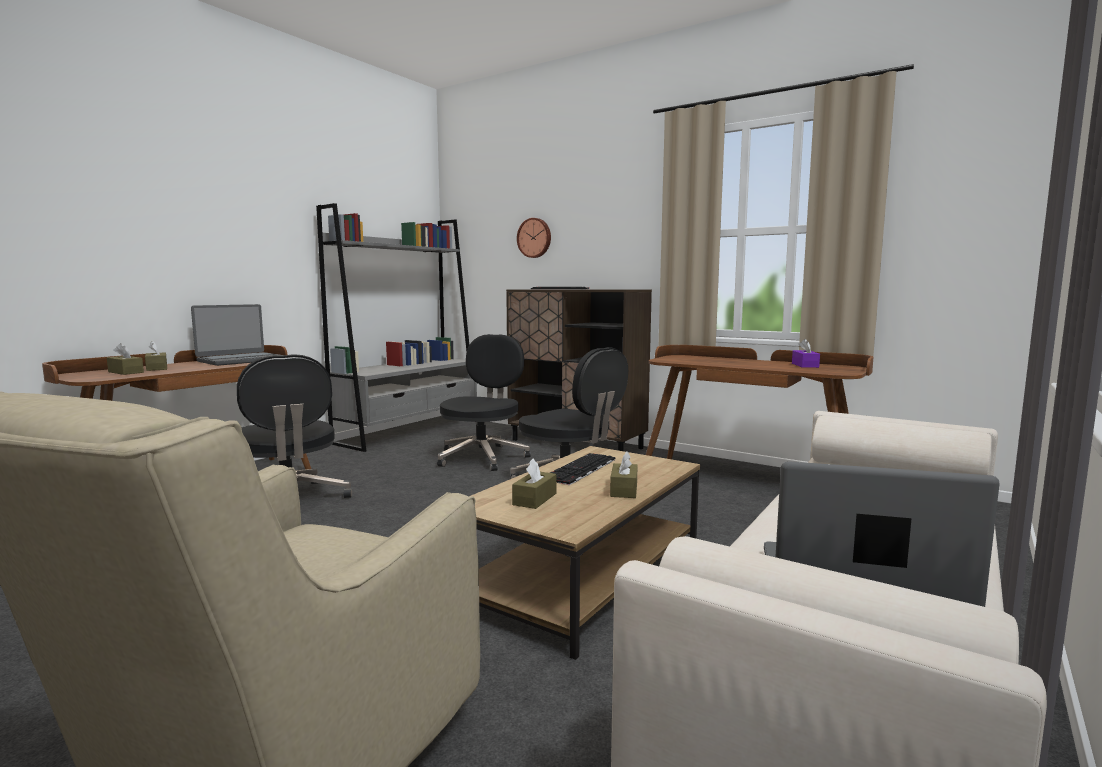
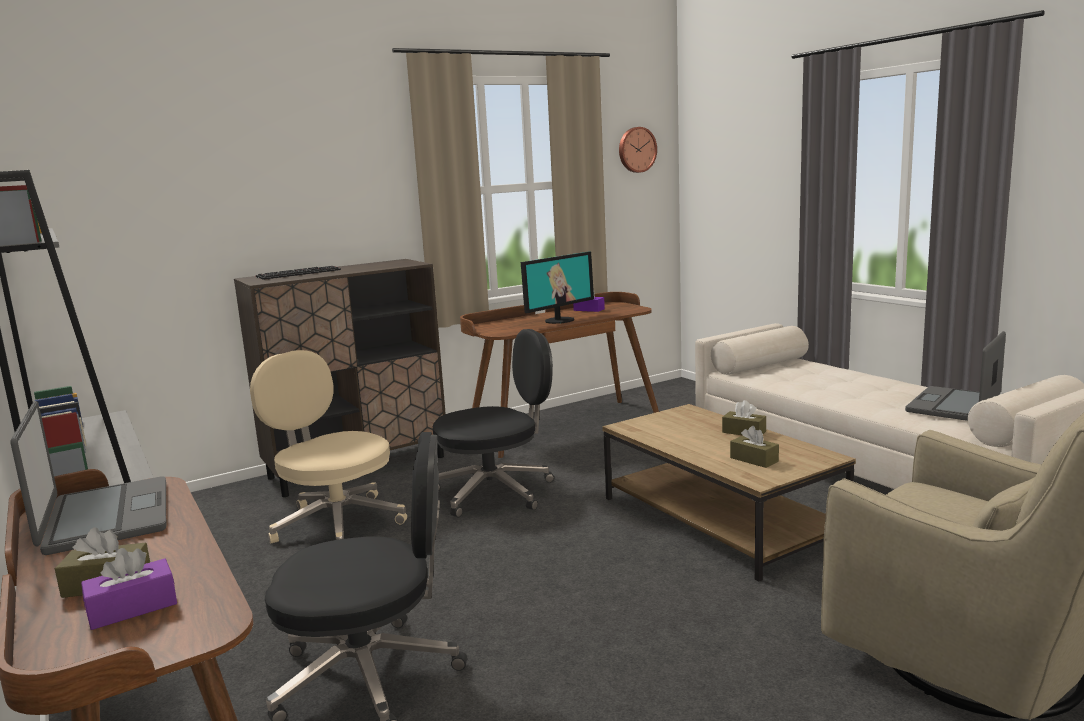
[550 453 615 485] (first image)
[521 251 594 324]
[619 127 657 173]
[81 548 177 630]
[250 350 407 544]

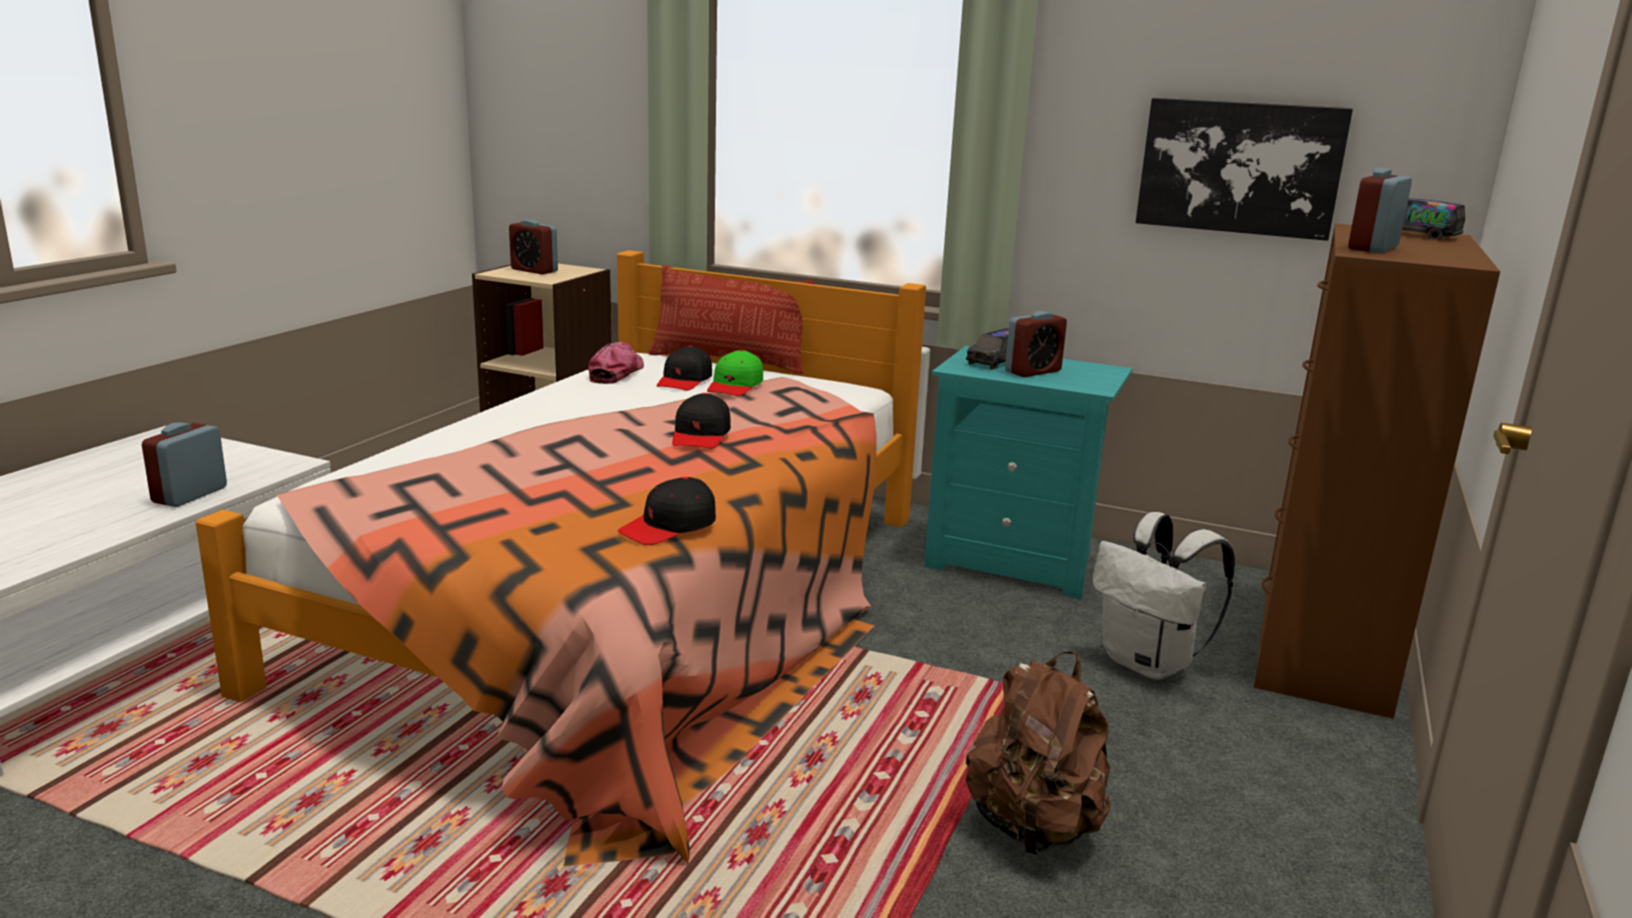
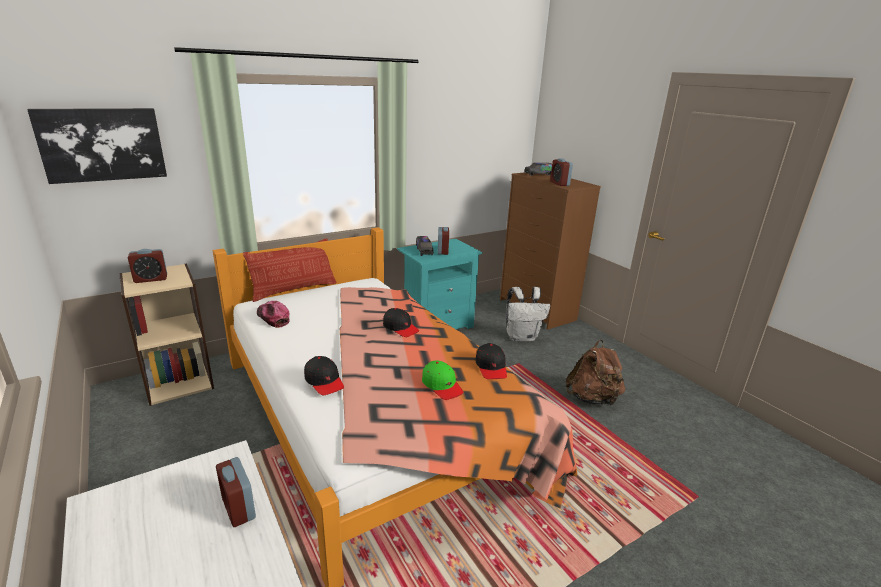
[304 356 344 395]
[422 360 463 400]
[27 108 167 184]

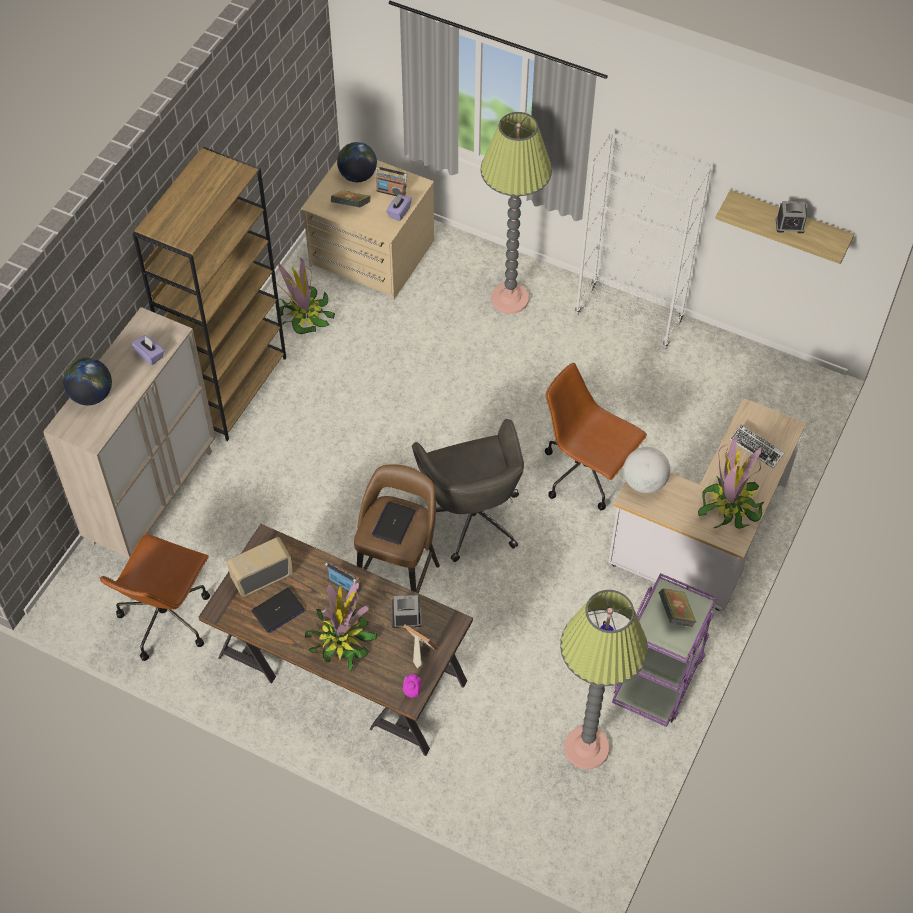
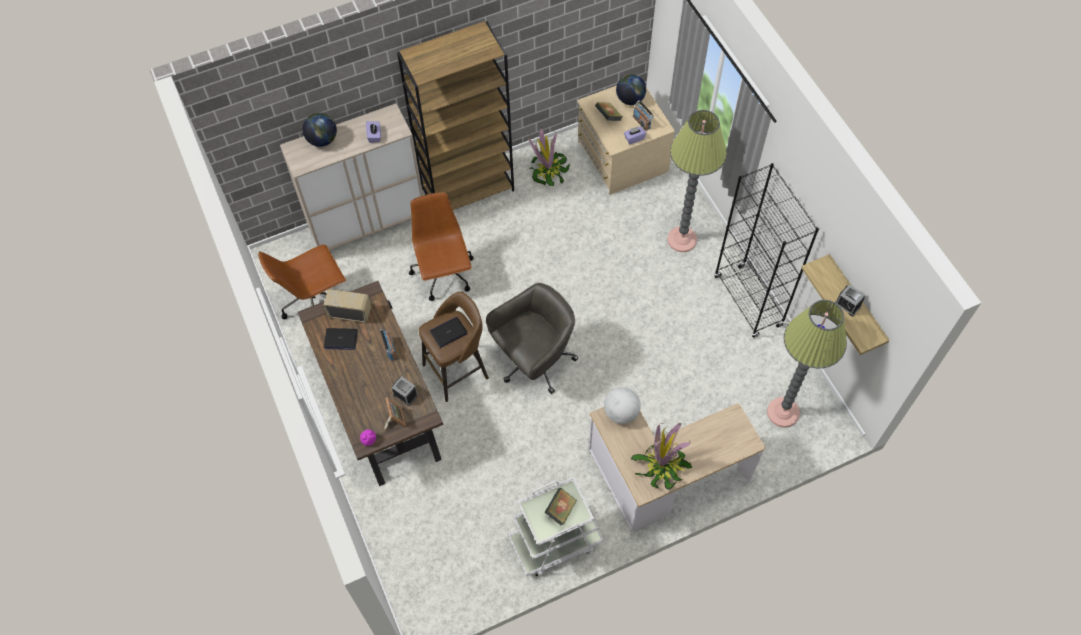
[305 581 378 672] (first image)
[730 425 785 468] (first image)
[409 192 473 301]
[767 300 847 428]
[714 163 819 338]
[508 477 603 576]
[486 283 578 394]

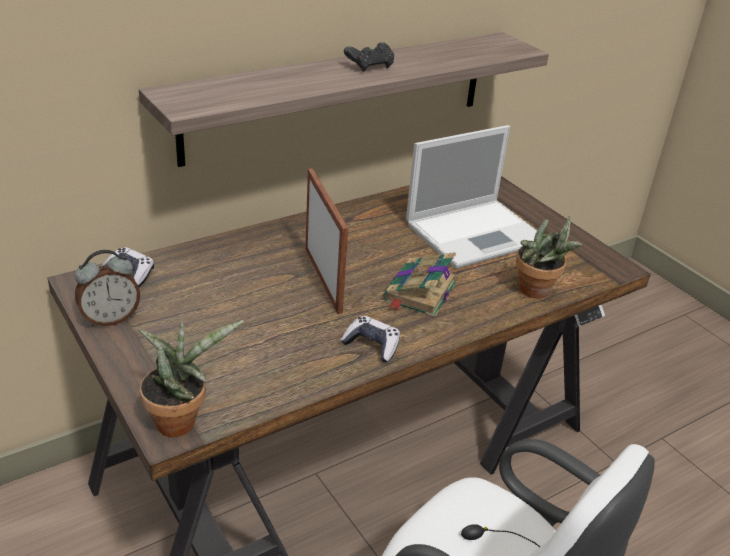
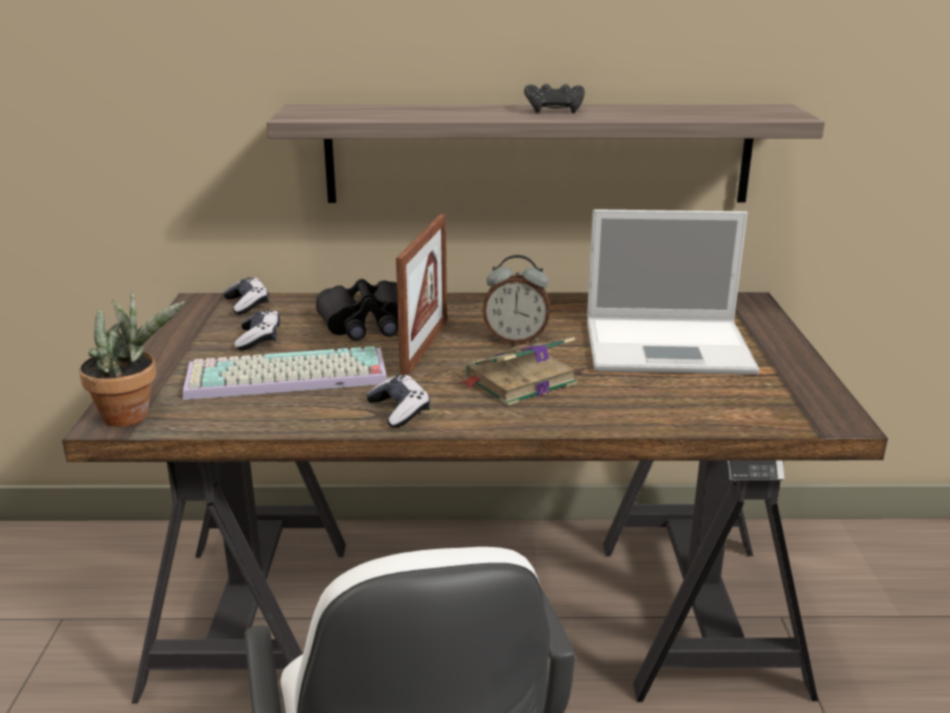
[516 216 582 298] (first image)
[183 346 387 400]
[234 309 280 350]
[316 279 398 341]
[483 255 550 344]

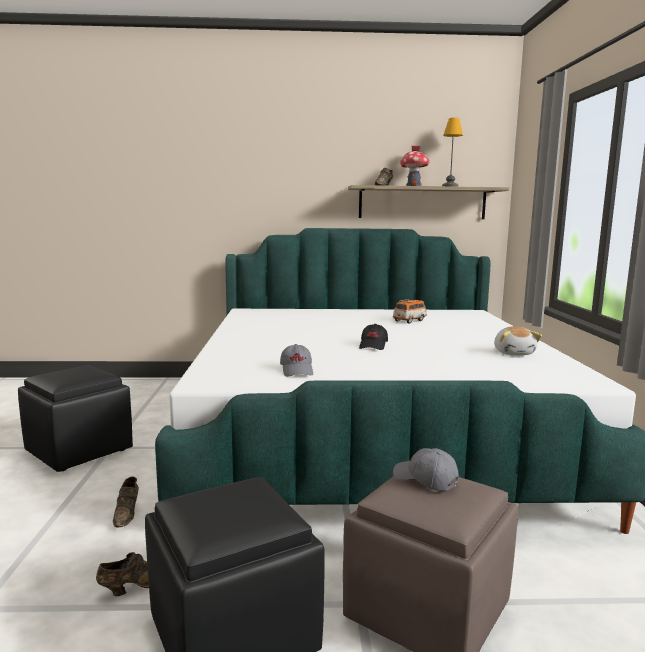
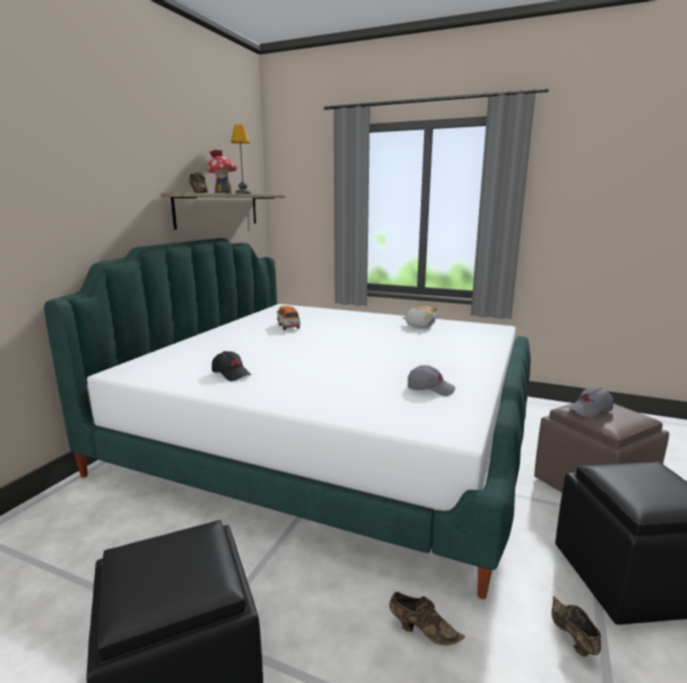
[212 351 251 381]

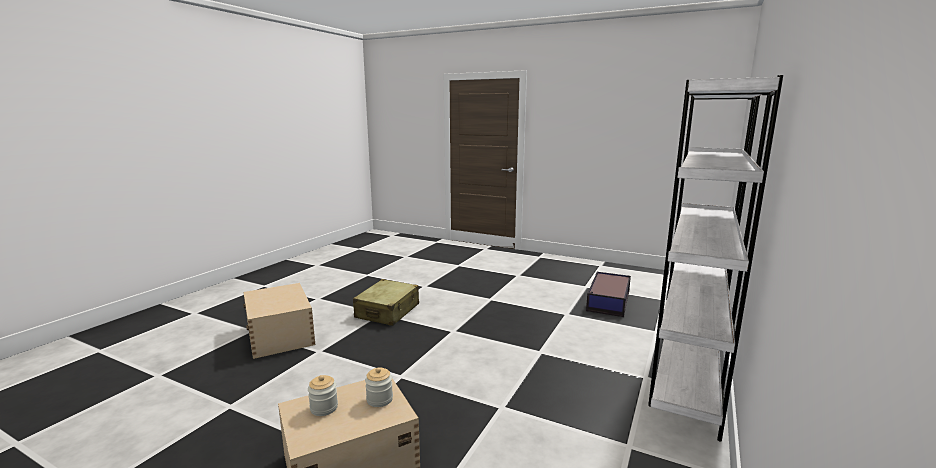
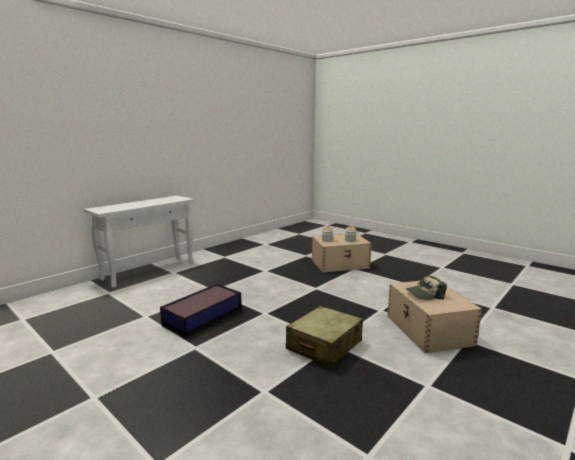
[406 276 447 300]
[160 284 242 338]
[84 196 195 288]

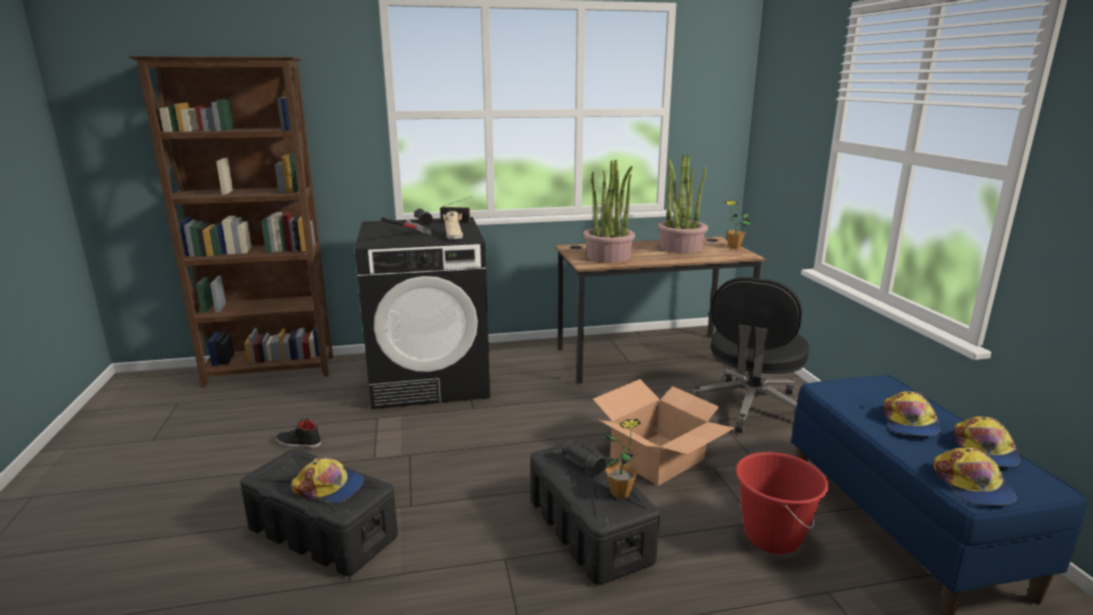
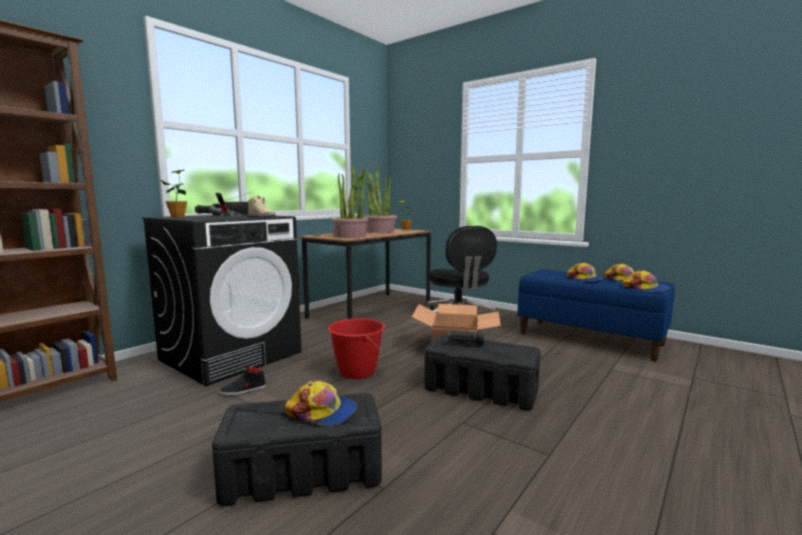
[219 366 266 396]
[160 170 187 217]
[328 318 385 379]
[285 380 357 427]

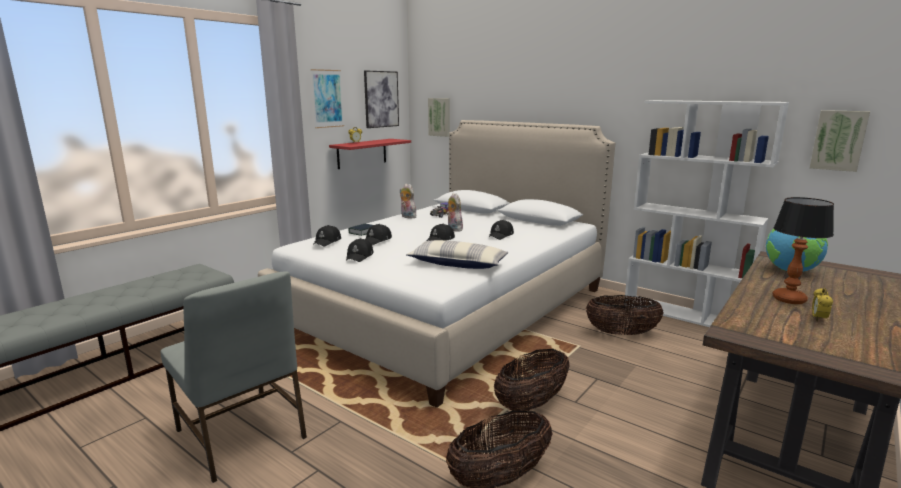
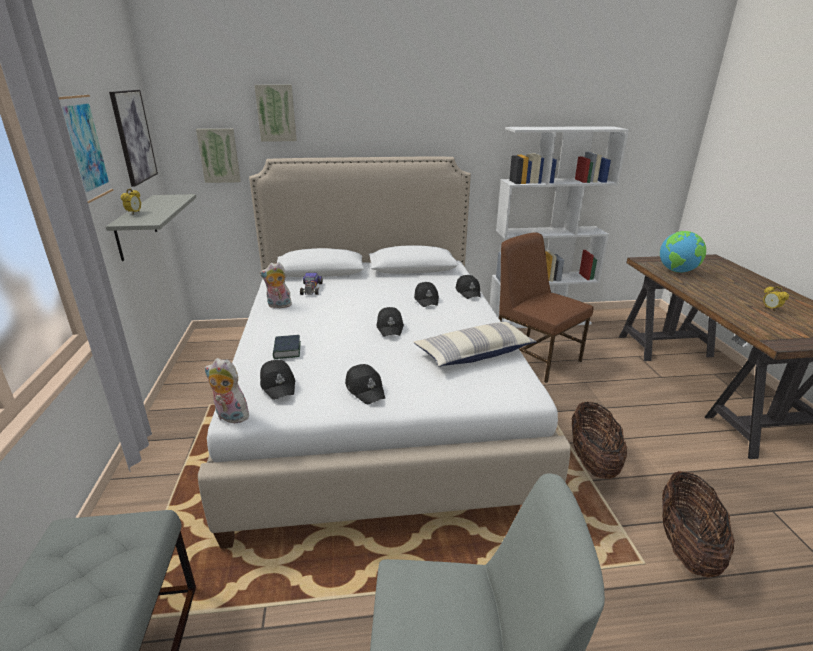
[772 197 834 304] (first image)
[456 275 481 299]
[205 358 252 423]
[255 85 297 142]
[499 232 594 383]
[106 194 196 261]

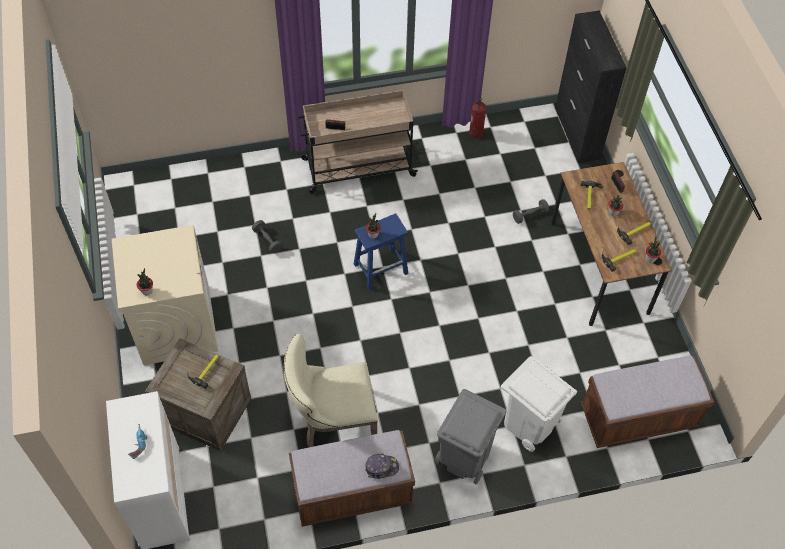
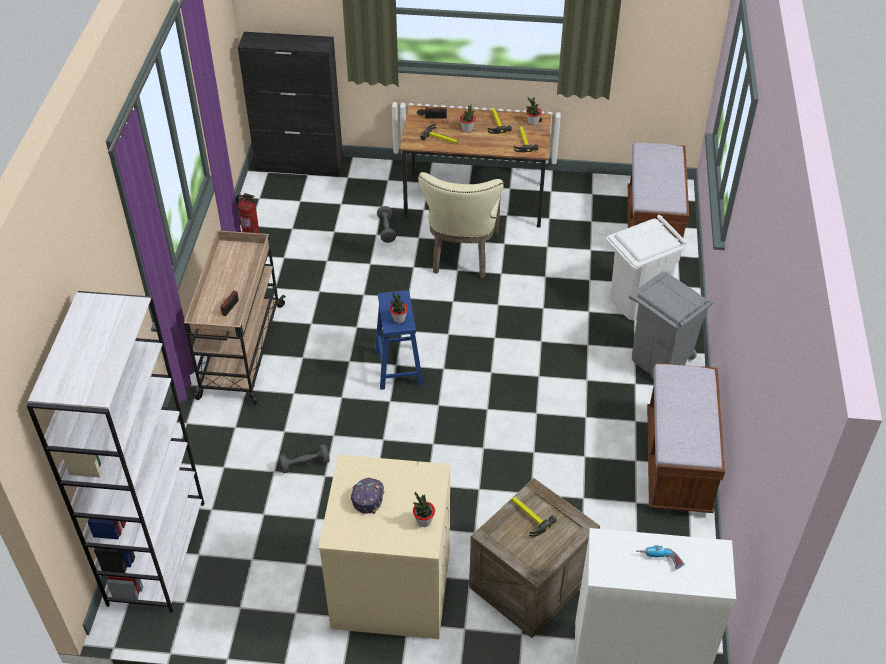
[27 291 204 613]
[418 172 504 278]
[351 478 384 514]

